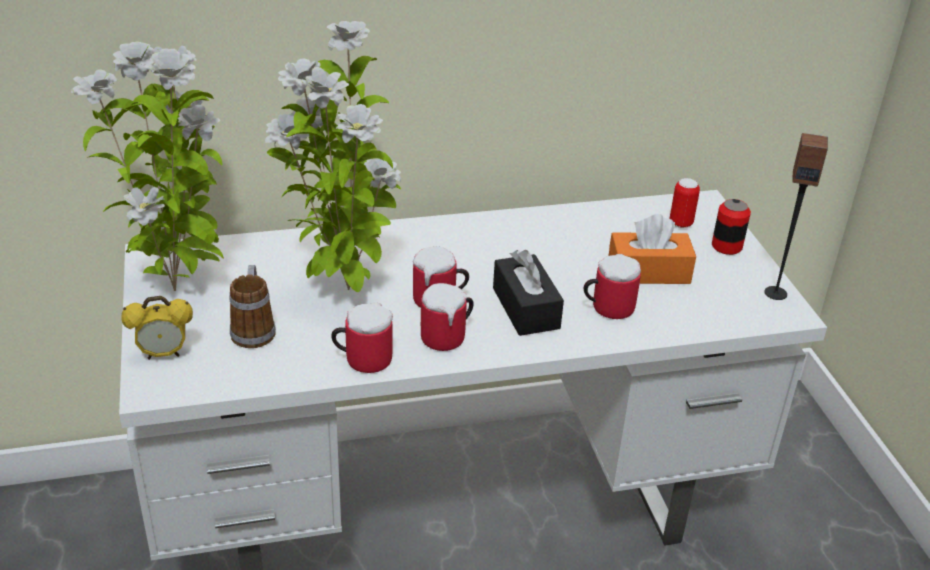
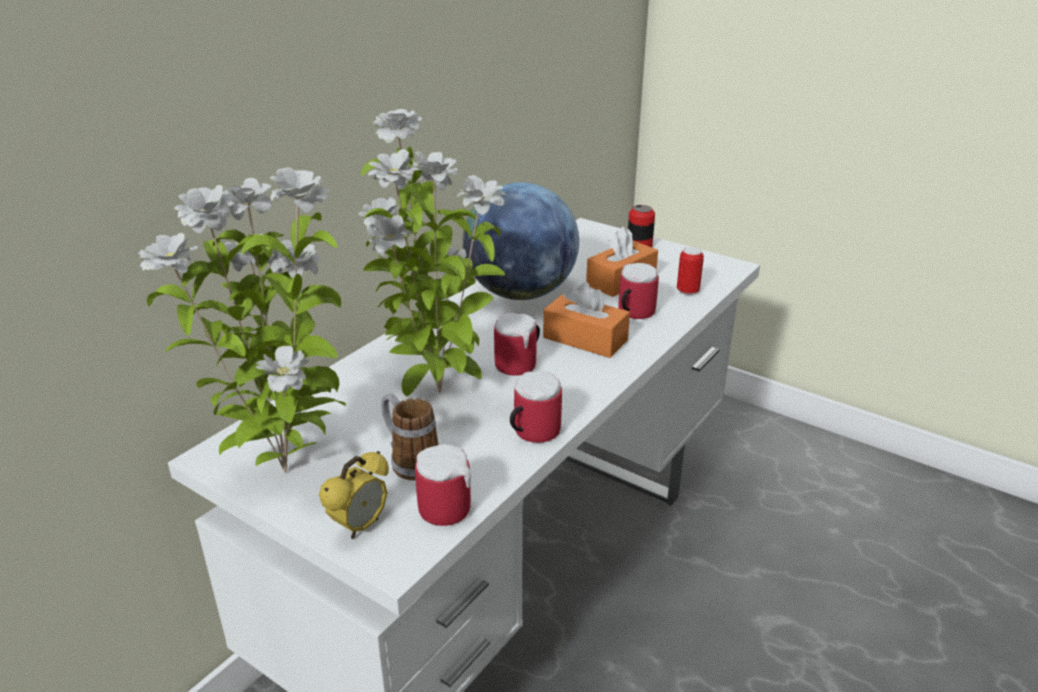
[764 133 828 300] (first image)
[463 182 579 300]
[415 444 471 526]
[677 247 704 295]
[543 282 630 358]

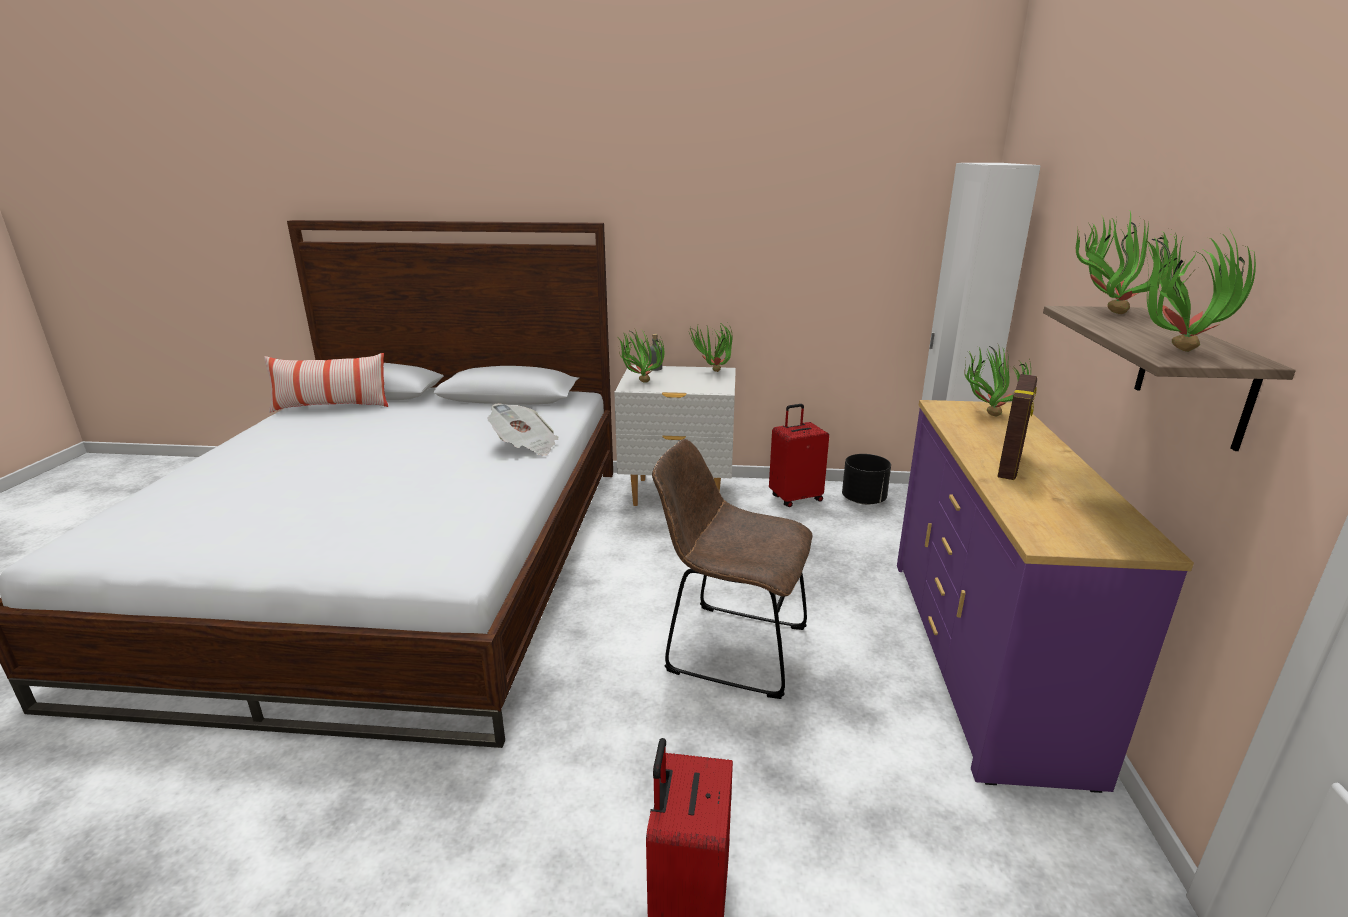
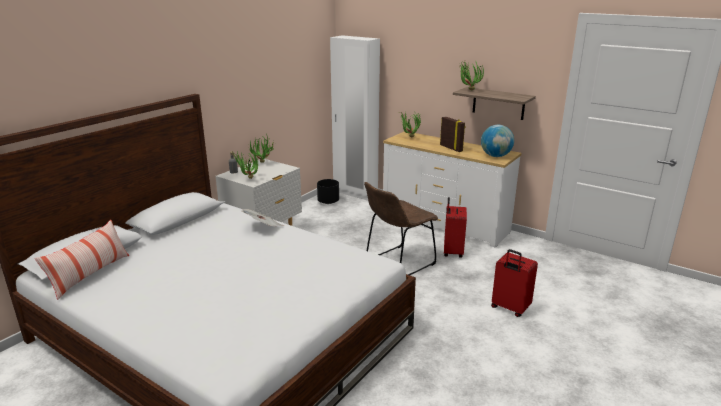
[1141 227 1256 352] (first image)
[481 125 514 157]
[444 197 467 258]
[383 131 522 247]

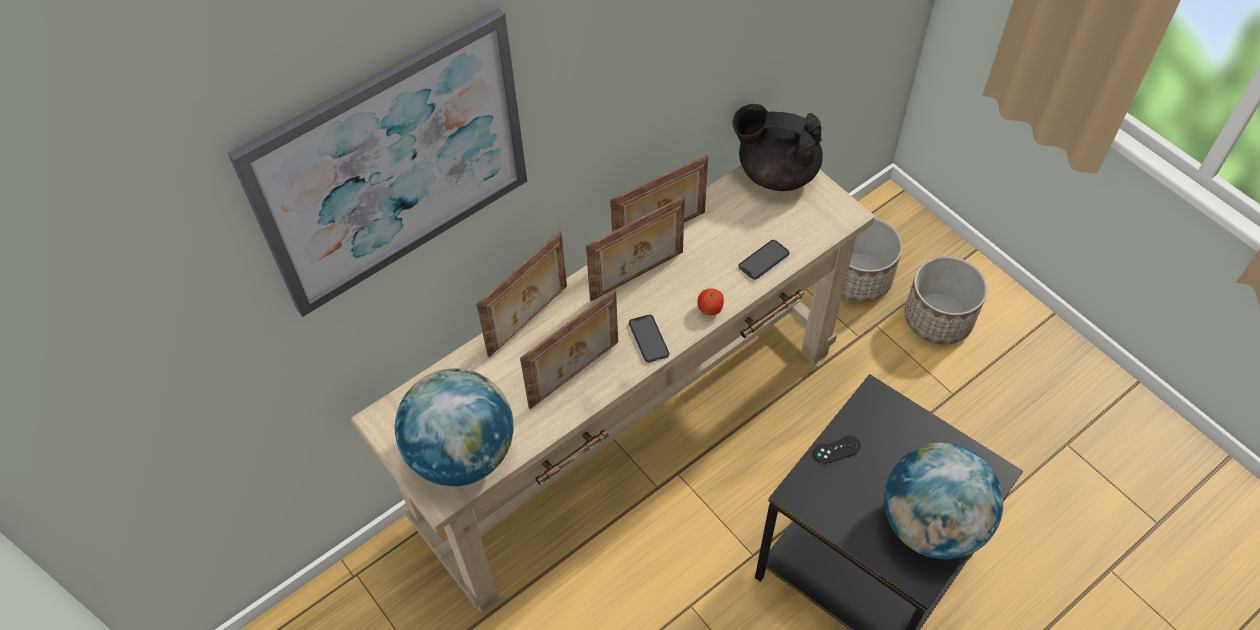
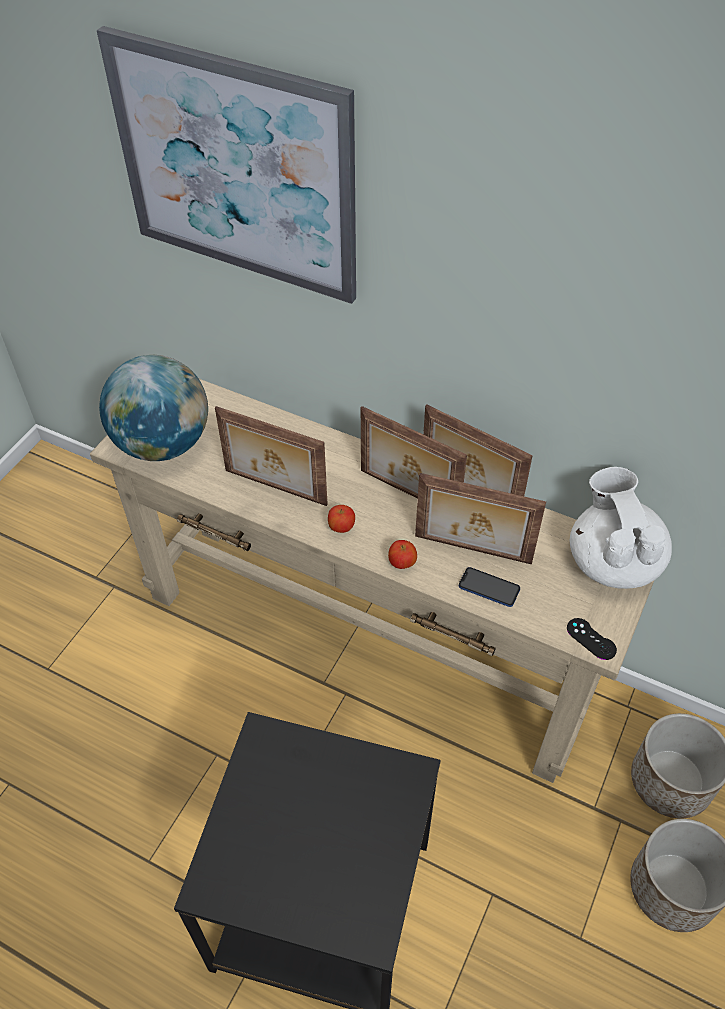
[884 443 1003 559] (first image)
[415 473 546 564]
[567 618 617 660]
[328 505 355 533]
[570 467 672 589]

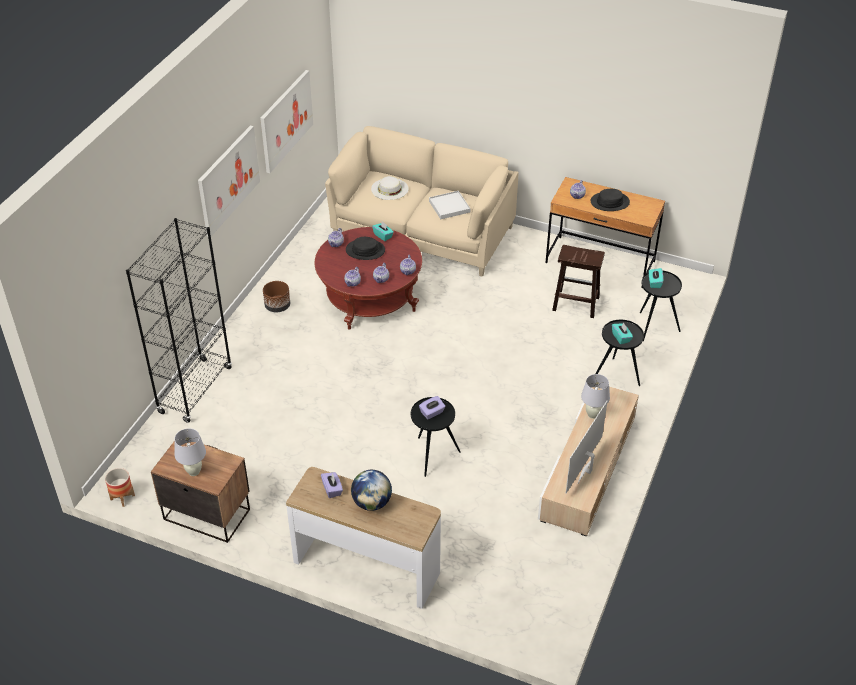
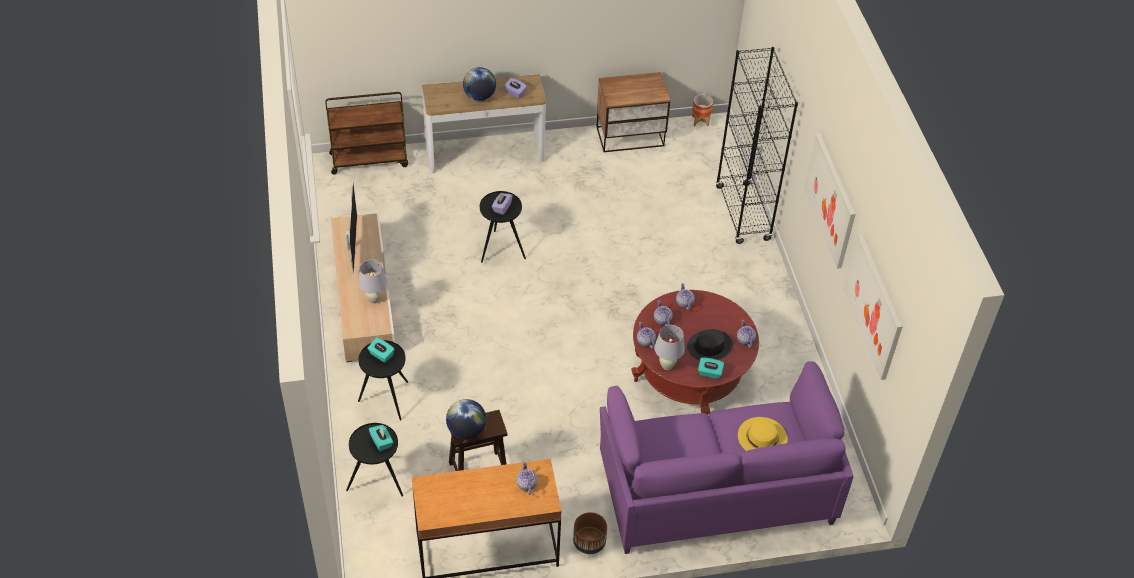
[429 191 471 219] (first image)
[591 189 630 211] (first image)
[325 92 408 174]
[446 399 486 440]
[654 325 685 370]
[573 512 607 554]
[600 361 854 554]
[738 417 788 451]

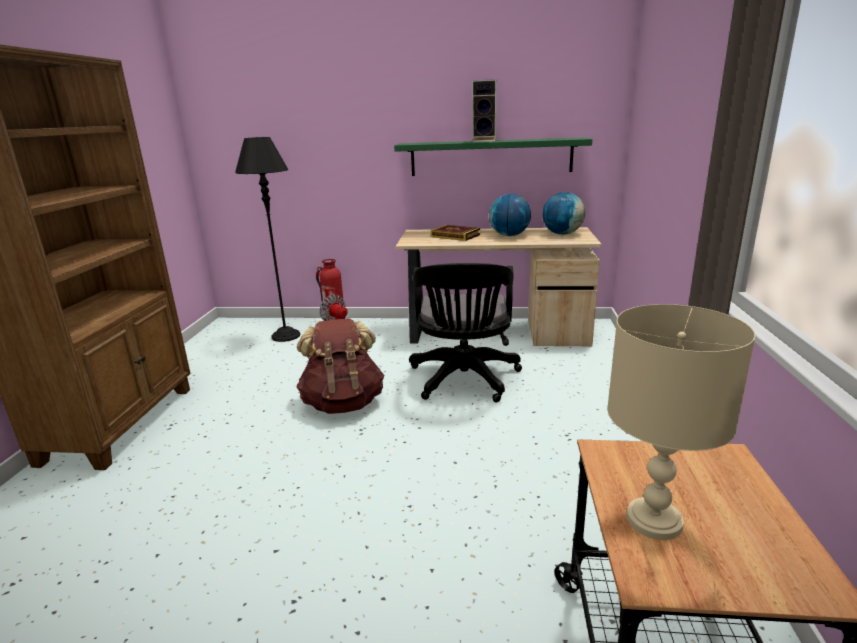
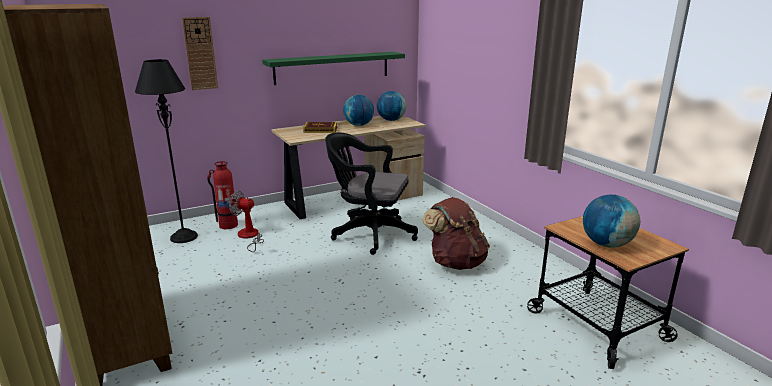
[472 79 497 142] (first image)
[182 17 218 90]
[422 197 490 270]
[583 195 640 248]
[325 132 418 255]

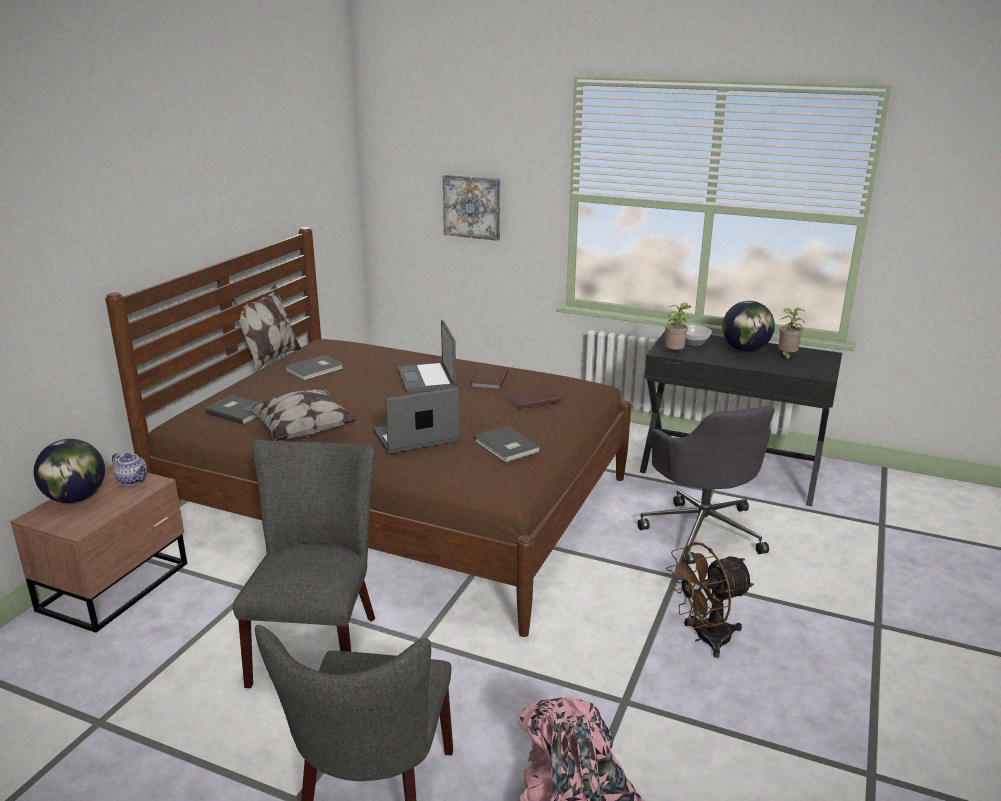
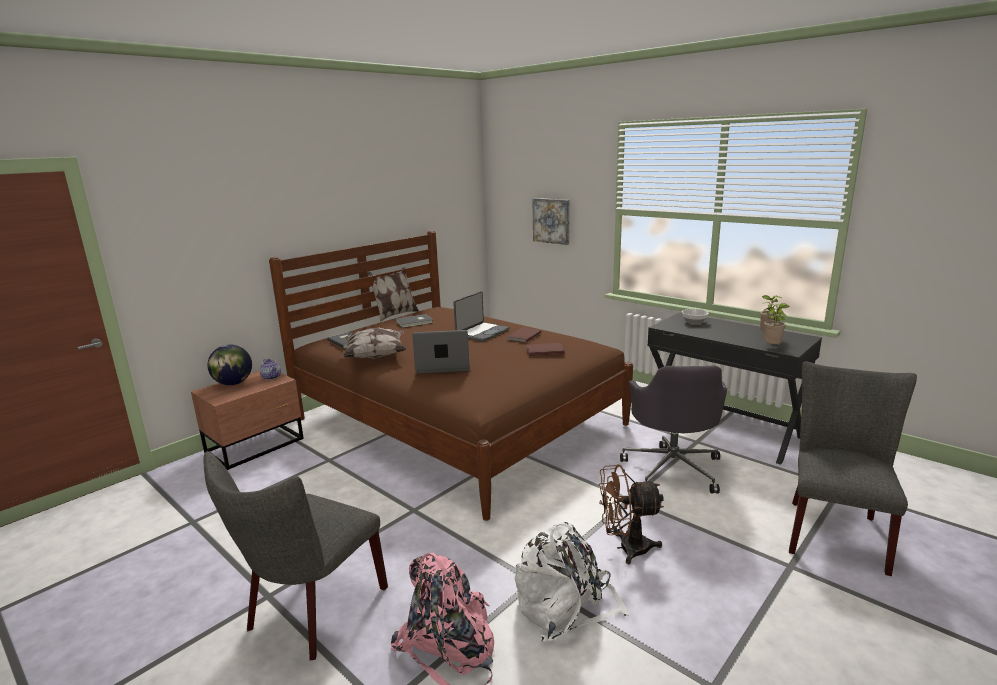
[475 426 541 463] (first image)
[722 301 775 352] (first image)
[515 522 629 642]
[789 361 917 576]
[763 303 790 345]
[453 291 510 342]

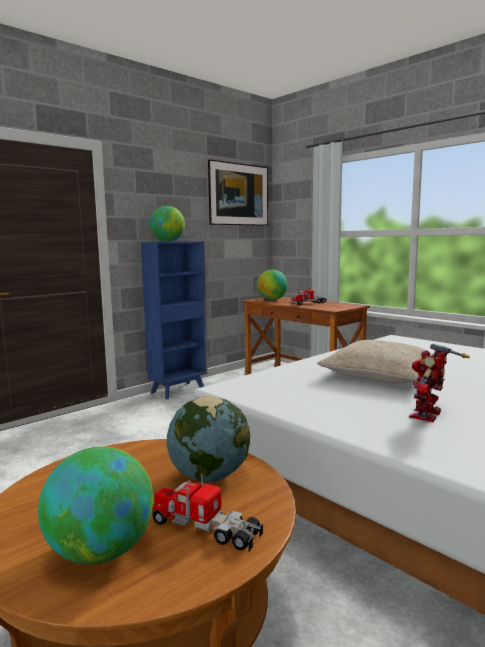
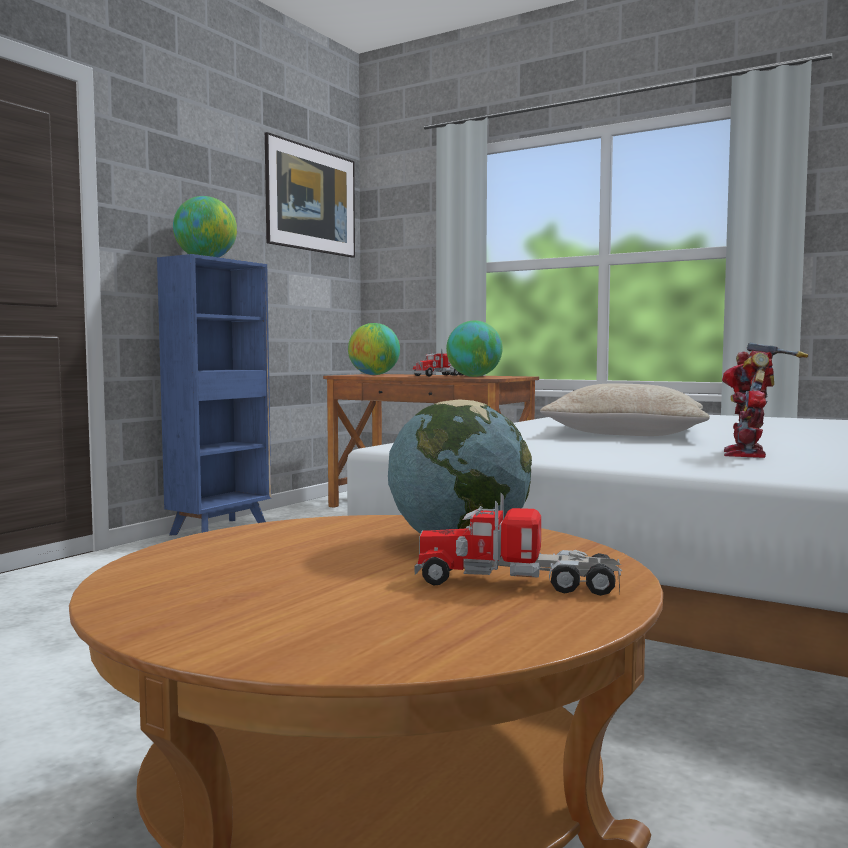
[446 320 503 377]

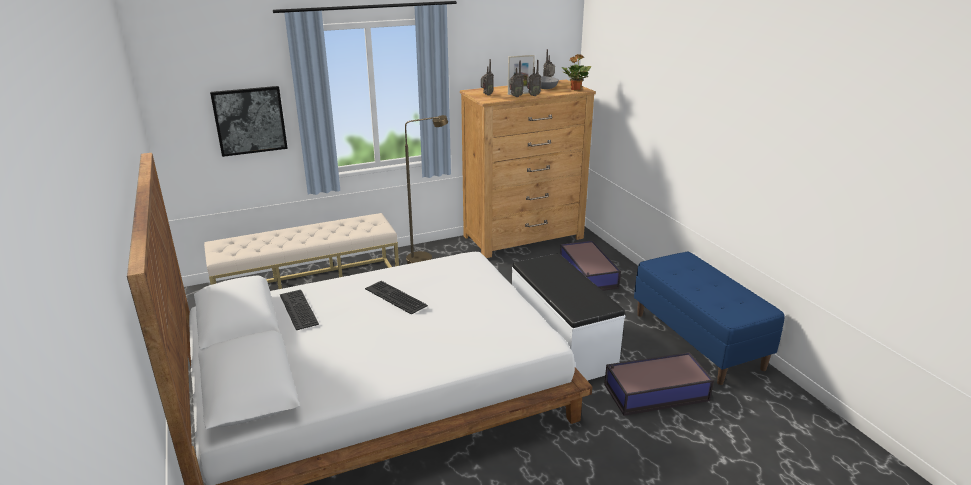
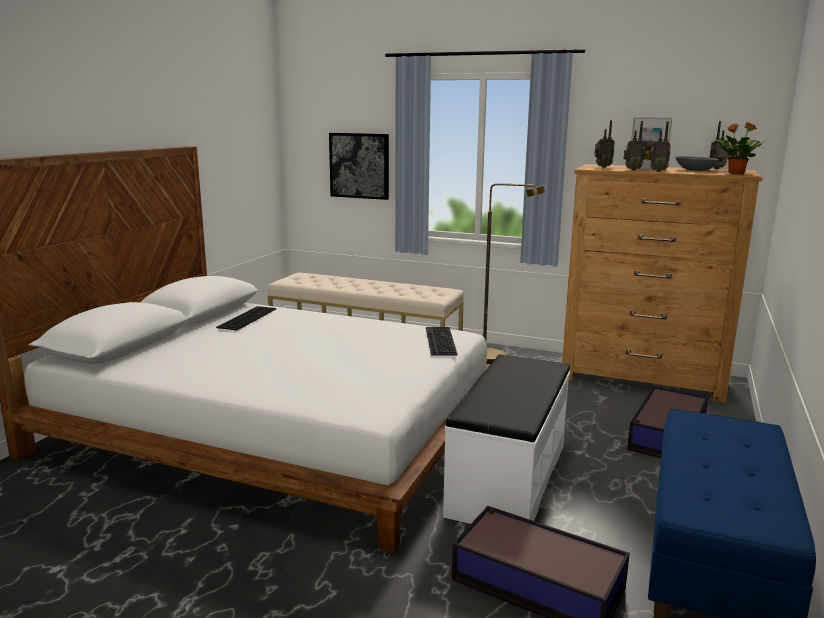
[426 327 458 356]

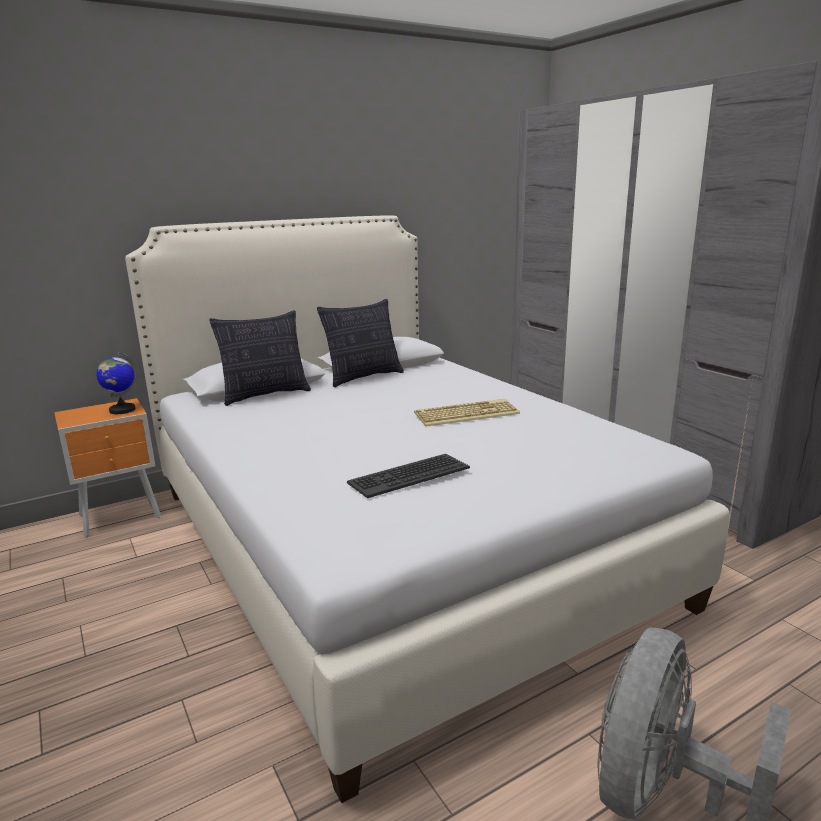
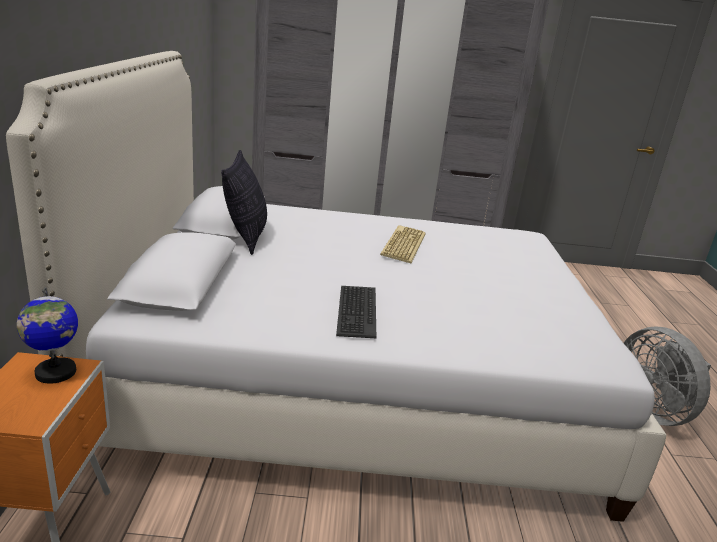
[209 310 311 406] (first image)
[336 286 376 338]

